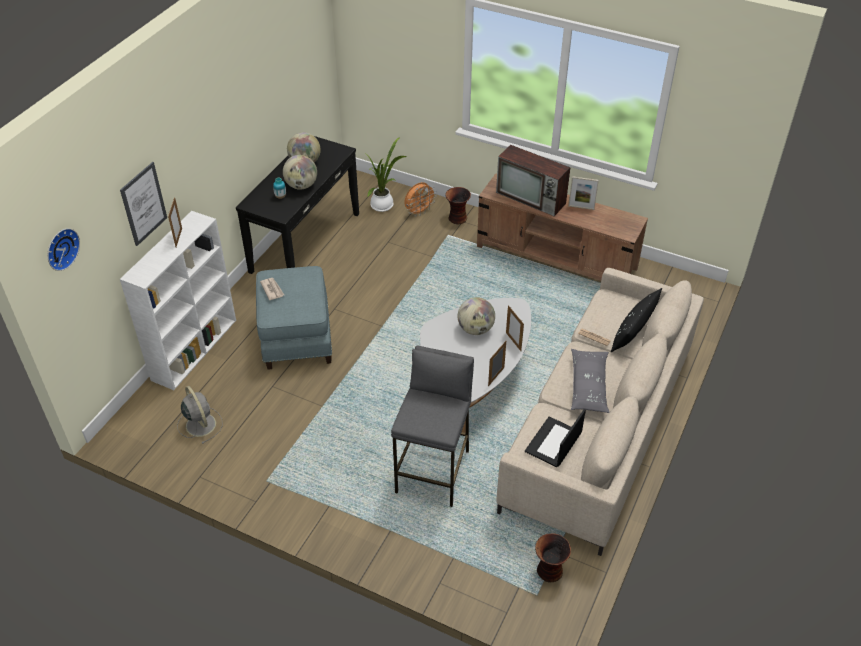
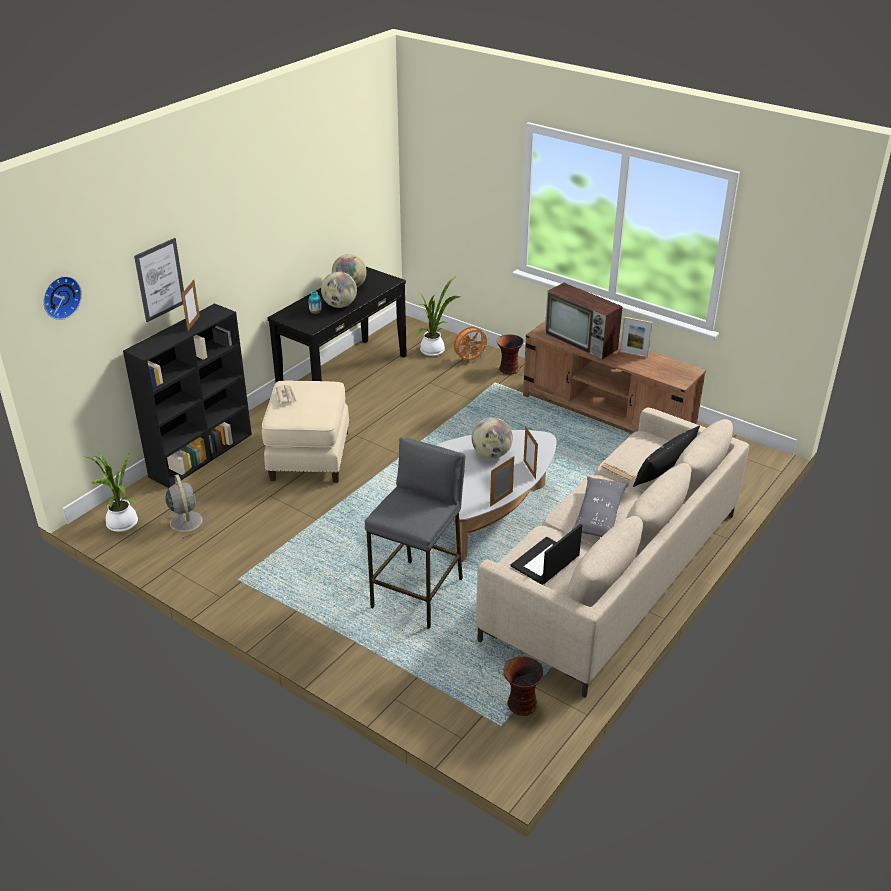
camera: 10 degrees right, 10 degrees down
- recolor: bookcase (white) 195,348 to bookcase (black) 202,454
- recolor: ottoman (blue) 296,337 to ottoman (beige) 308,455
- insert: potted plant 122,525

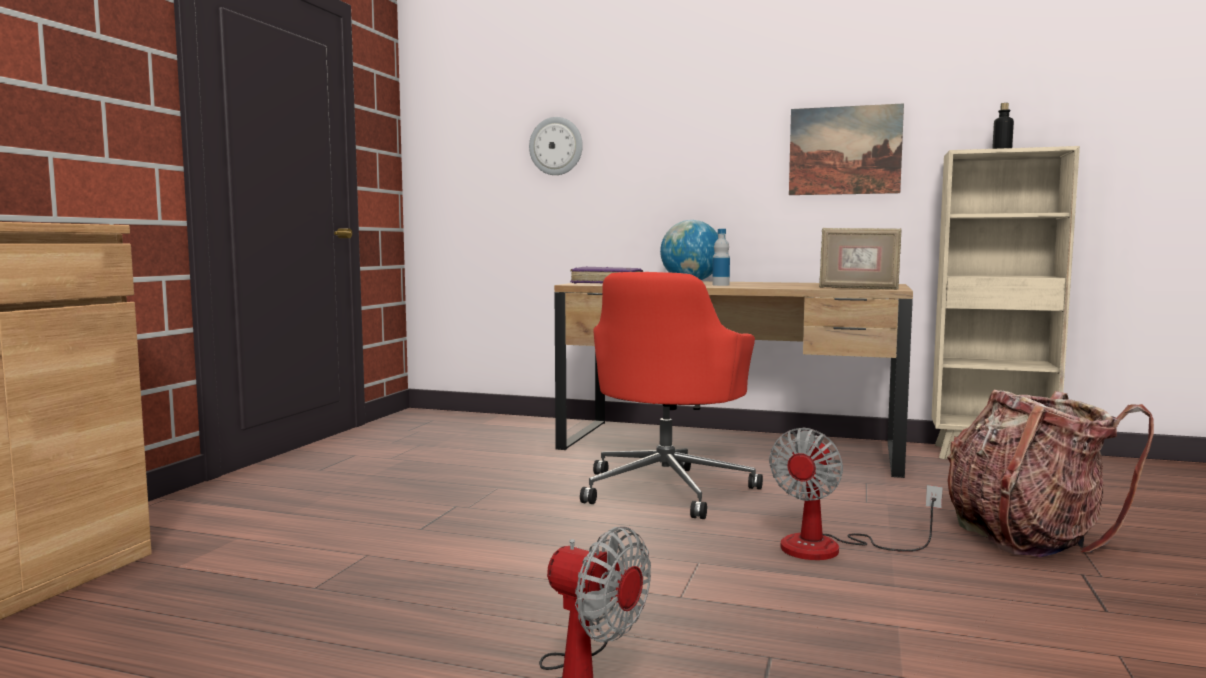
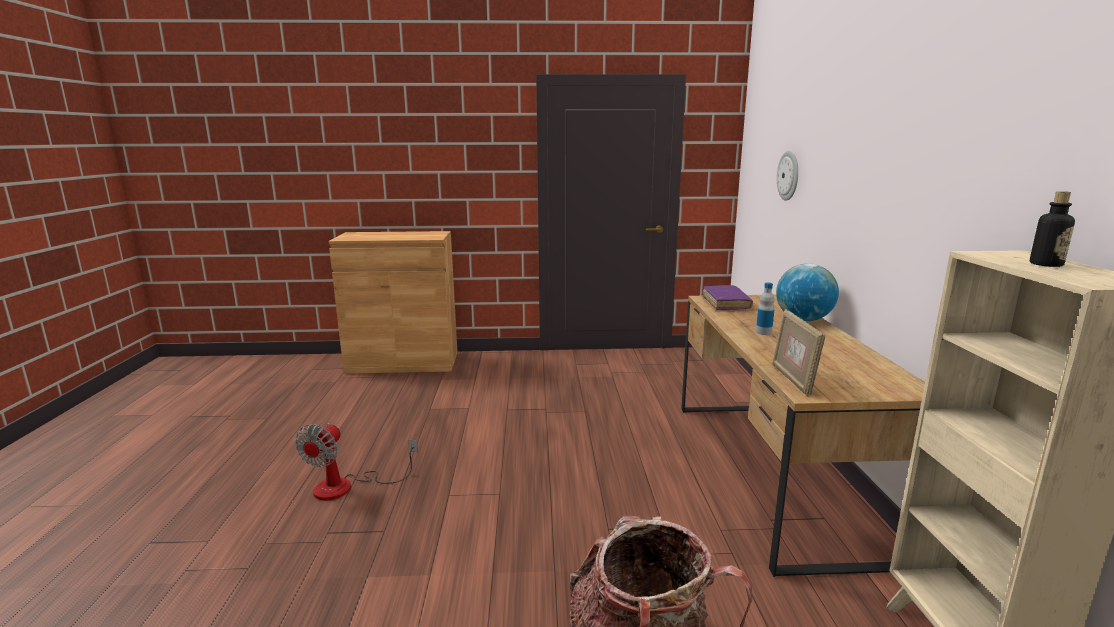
camera: 70 degrees right, 10 degrees up
- delete: picture 844,150
- delete: office chair (red) 667,489
- delete: fan 831,548

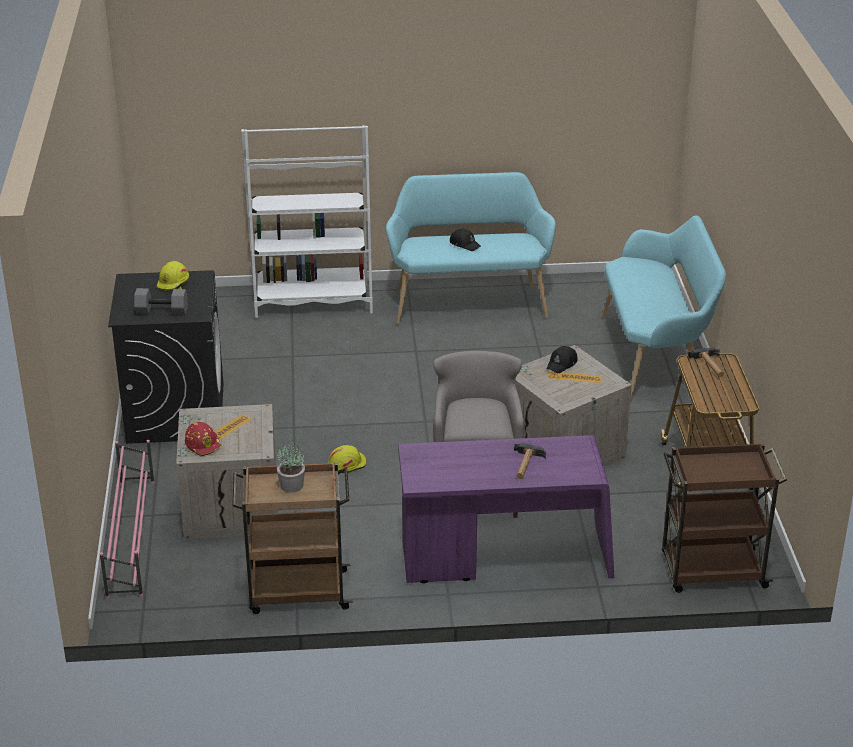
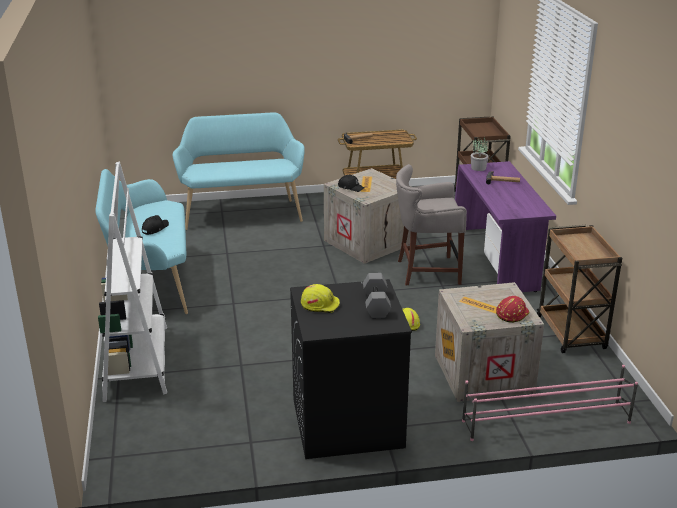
camera: 95 degrees left, 5 degrees down
- move: potted plant 292,485 to 478,168

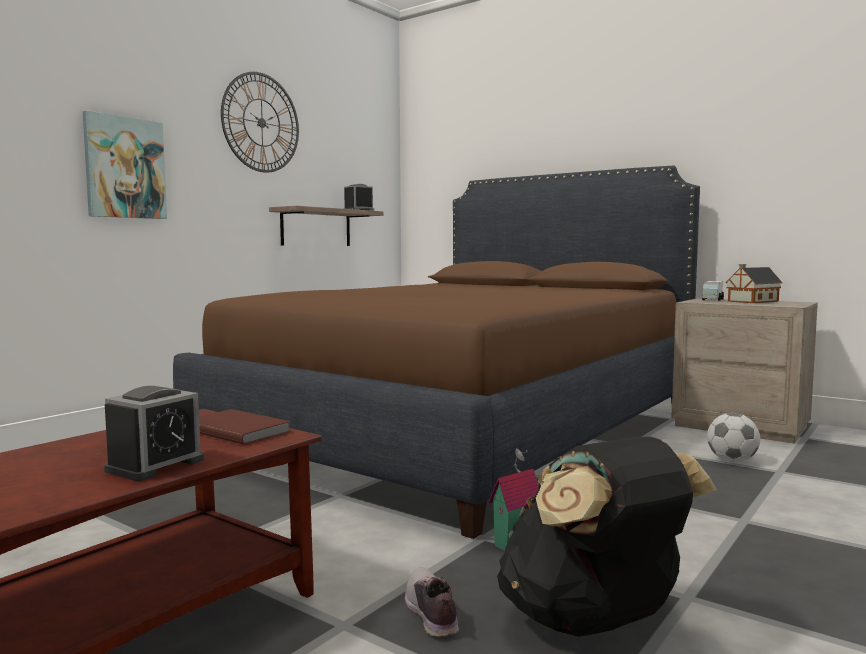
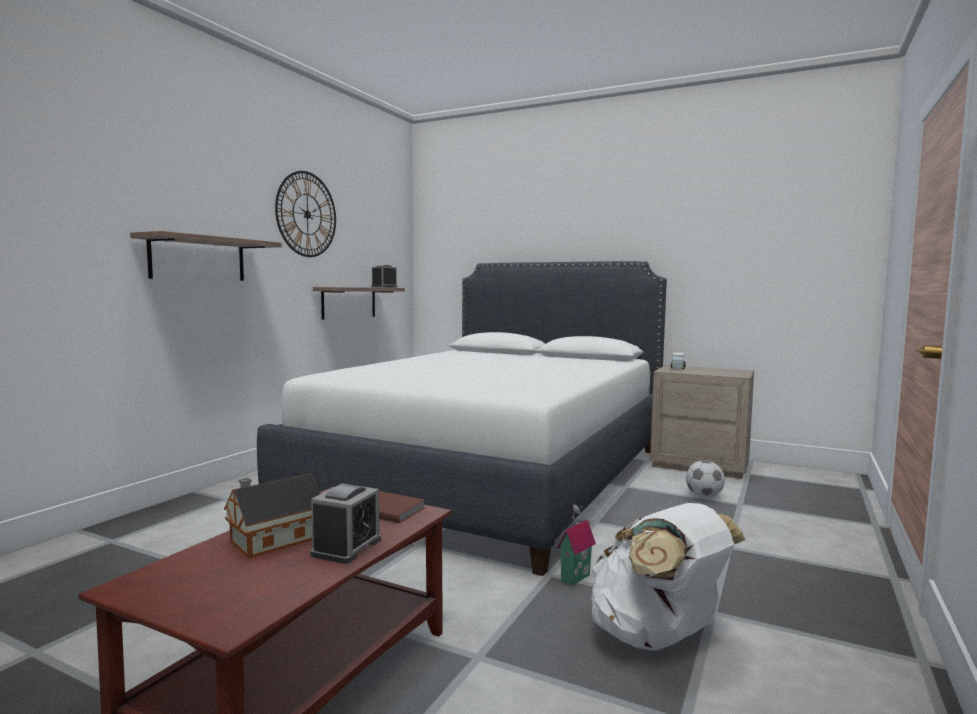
camera: 10 degrees left, 0 degrees up
- replace: picture 125,168 to shelf 198,259
- recolor: bed (brown) 465,429 to bed (white) 493,476
- move: toy house 751,301 to 272,540
- recolor: backpack (black) 594,622 to backpack (white) 657,638
- delete: shoe 430,613

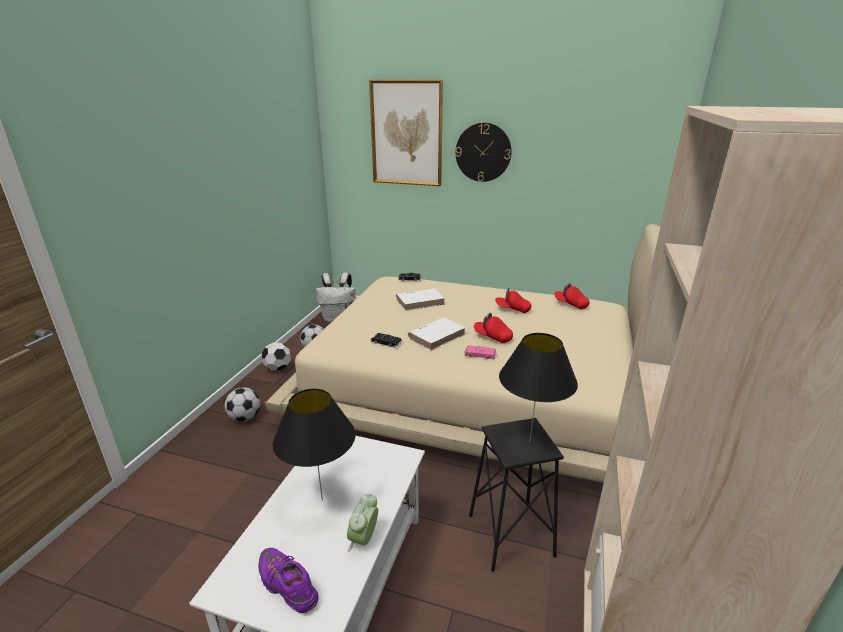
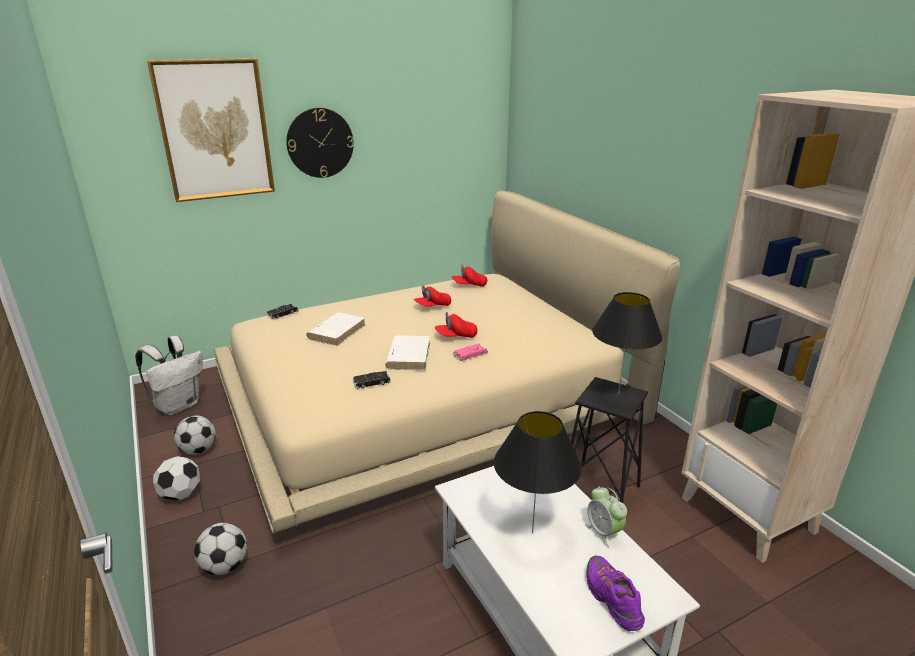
camera: 45 degrees left, 0 degrees up
- rotate: shoe (purple) 287,586 = 612,599 75 degrees clockwise

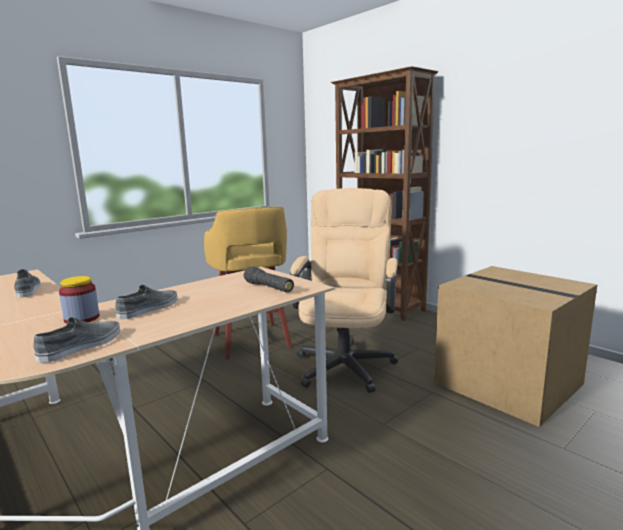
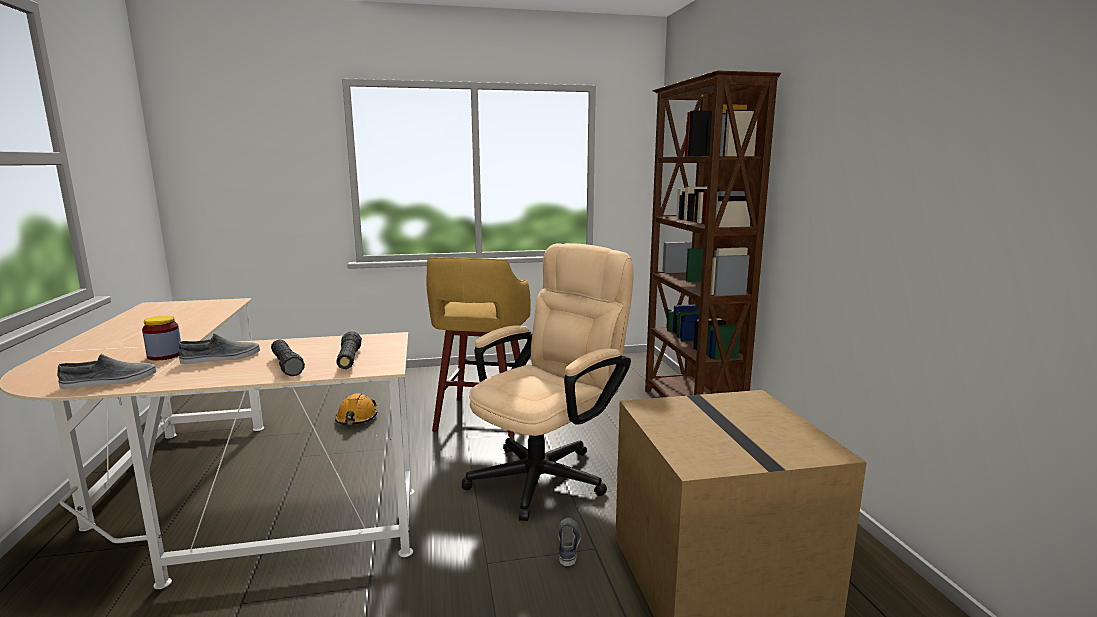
camera: 30 degrees right, 0 degrees up
- move: shoe (grey) 28,289 to 568,544
- insert: flashlight (black) 287,365
- insert: hard hat (orange) 356,419

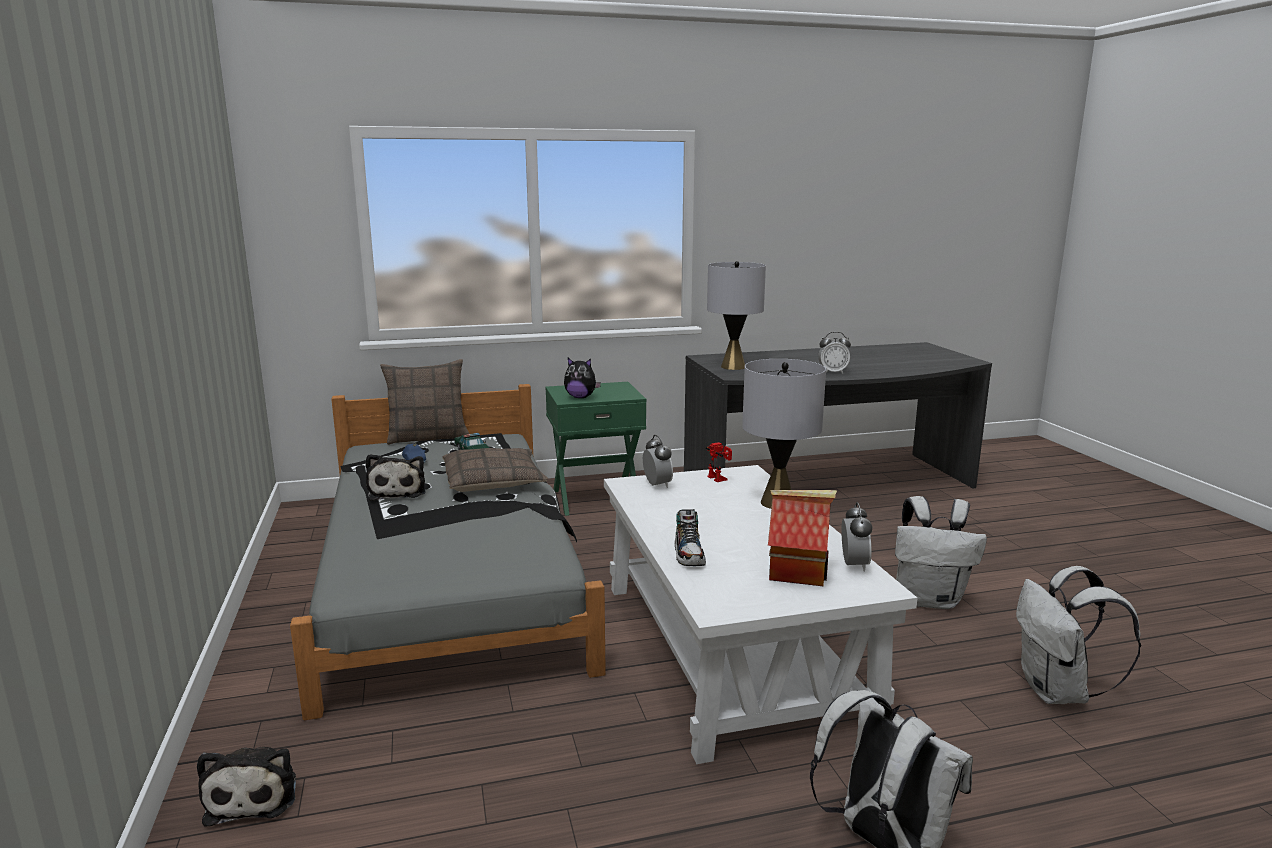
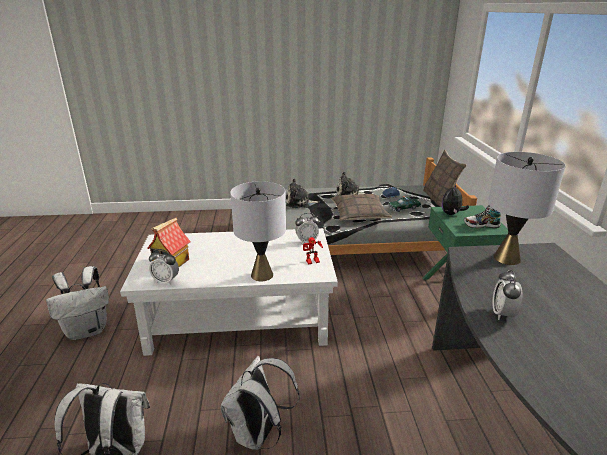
camera: 100 degrees right, 10 degrees up
- move: shoe 689,555 to 481,225
- move: plush toy 254,795 to 300,203

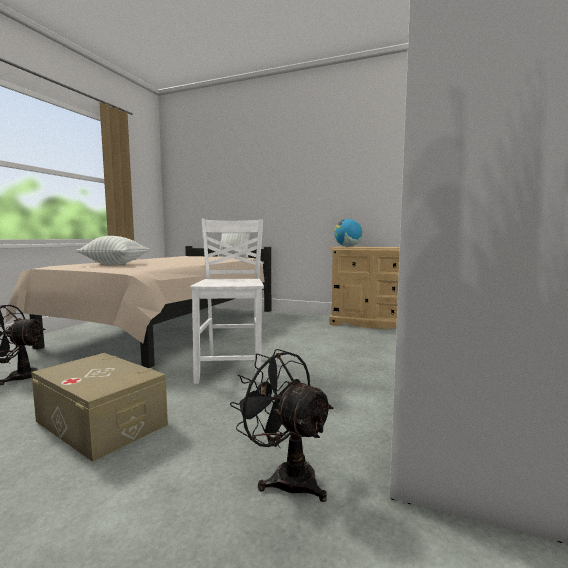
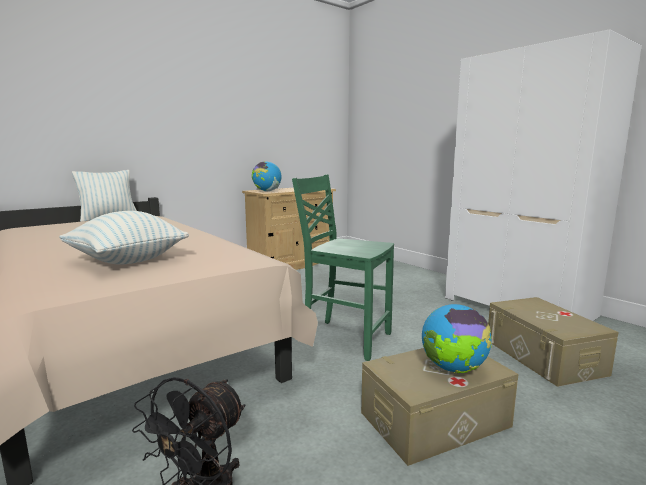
camera: 60 degrees left, 5 degrees up
- recolor: chair (white) 232,369 to chair (green) 344,338
- replace: fan (black) 286,476 to storage box (beige) 543,356
- insert: globe 453,369

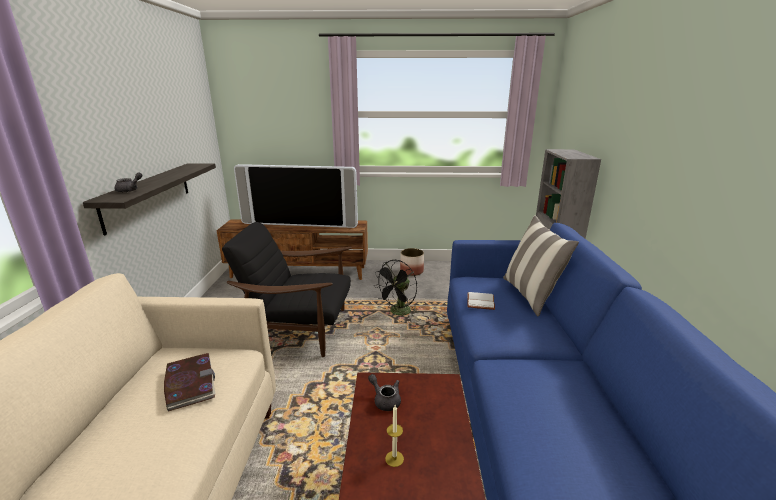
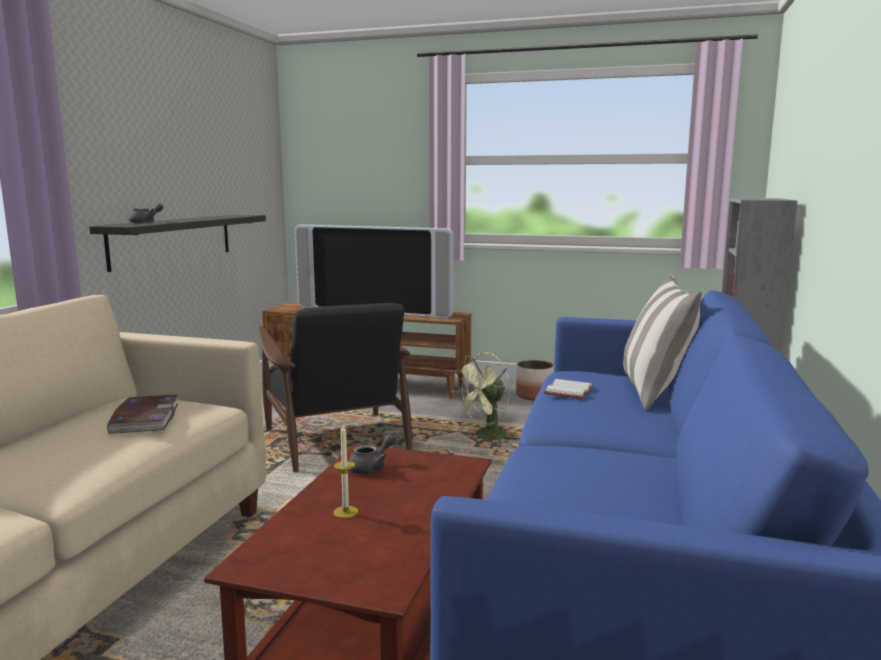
camera: 15 degrees right, 10 degrees down
- rotate: armchair (black) 299,329 = 336,439 135 degrees counterclockwise
- recolor: fan (black) 398,313 to fan (green) 486,437
- rotate: teapot (grey) 385,400 = 371,468 75 degrees clockwise

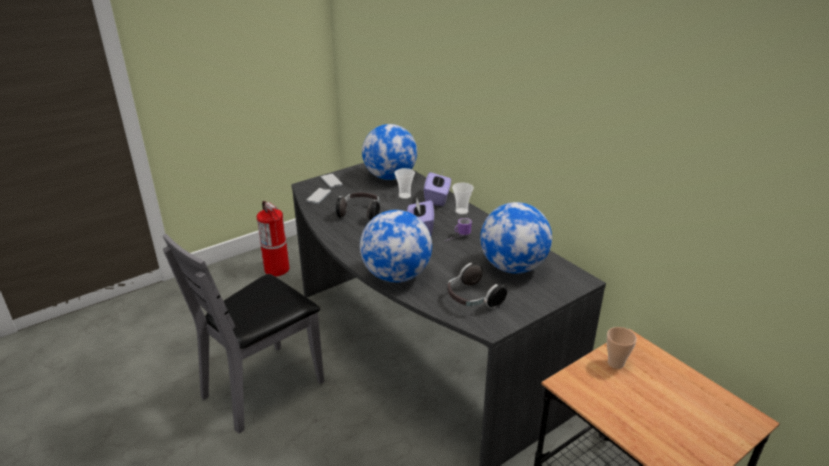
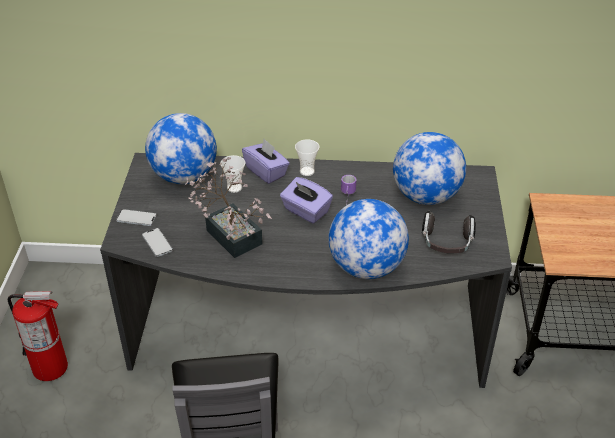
camera: 50 degrees left, 10 degrees up
- replace: headphones 360,213 to potted plant 231,233
- delete: cup 615,363

